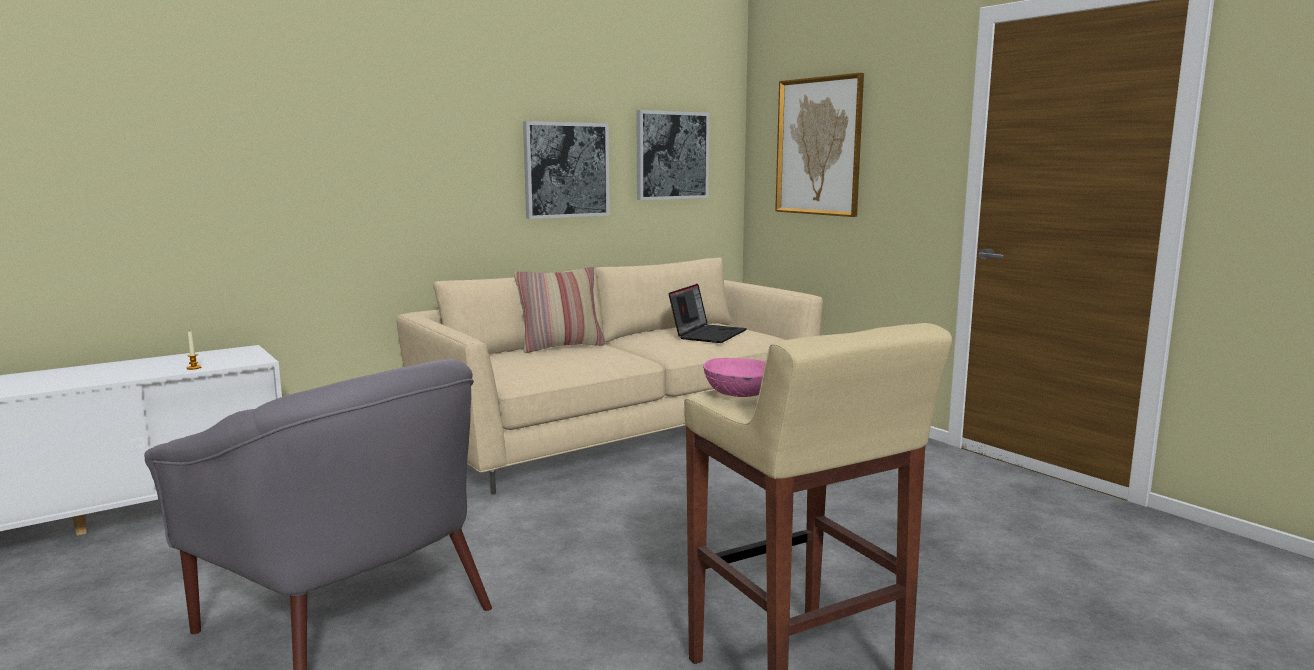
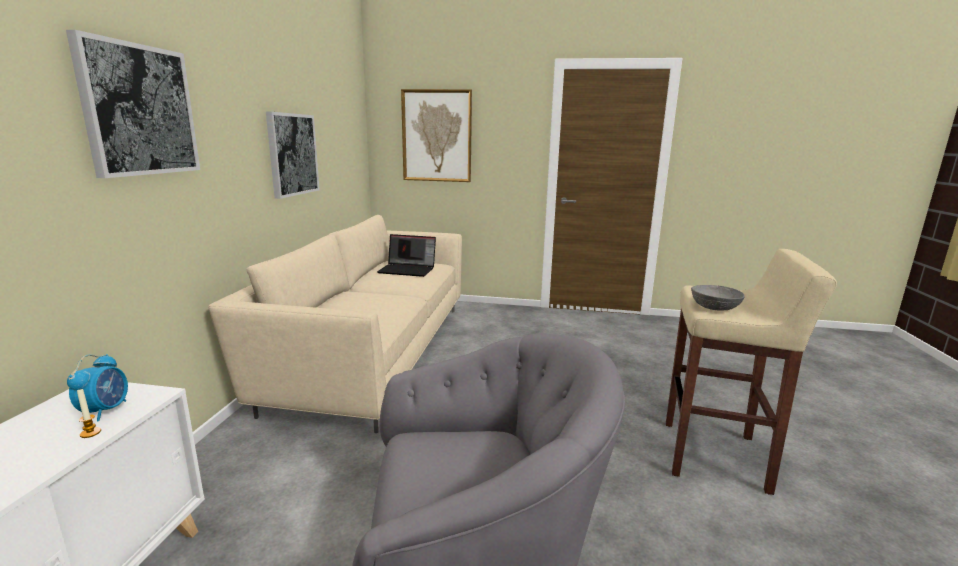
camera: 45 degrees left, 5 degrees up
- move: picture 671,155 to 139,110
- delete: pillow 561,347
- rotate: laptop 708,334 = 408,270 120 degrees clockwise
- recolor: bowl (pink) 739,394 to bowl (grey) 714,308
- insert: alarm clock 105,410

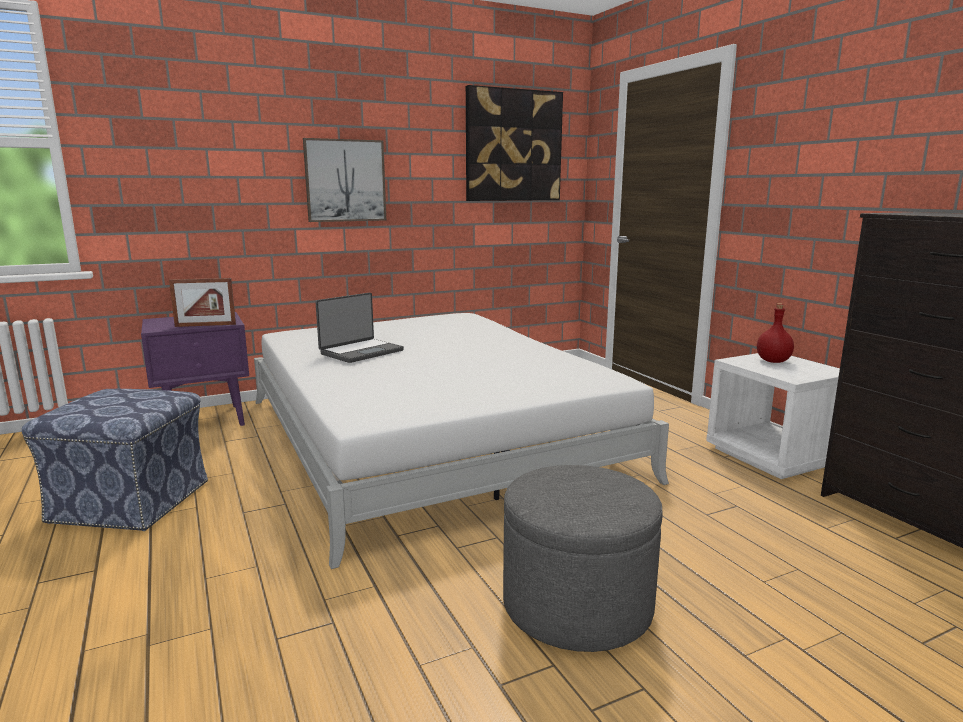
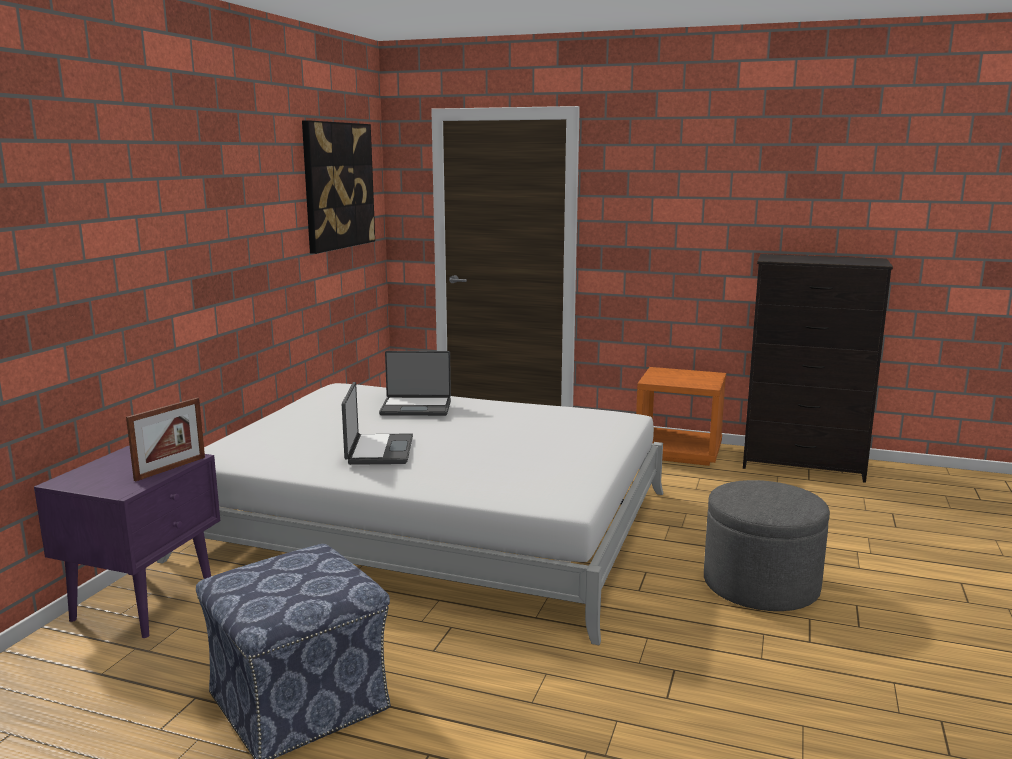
camera: 45 degrees left, 0 degrees up
- delete: picture 345,180
- delete: bottle (red) 772,361
- recolor: nightstand (white) 772,456 to nightstand (orange) 679,452
- insert: laptop 416,407

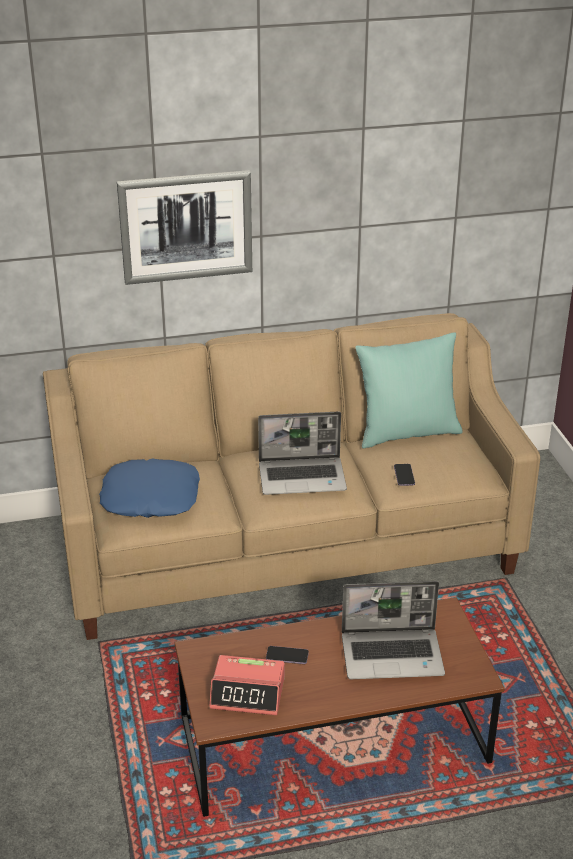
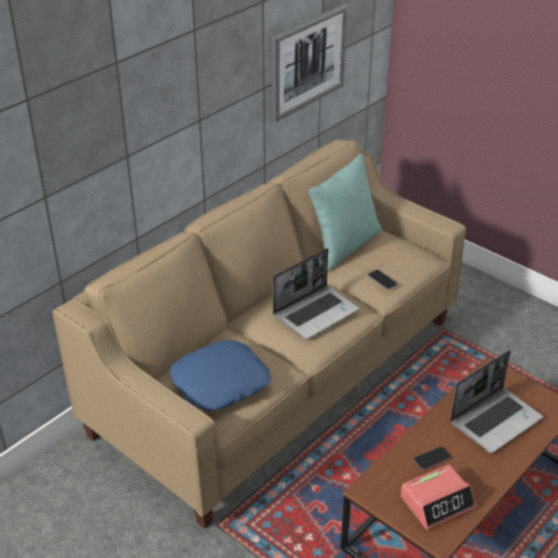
camera: 35 degrees left, 5 degrees up
- move: picture 186,227 to 308,62

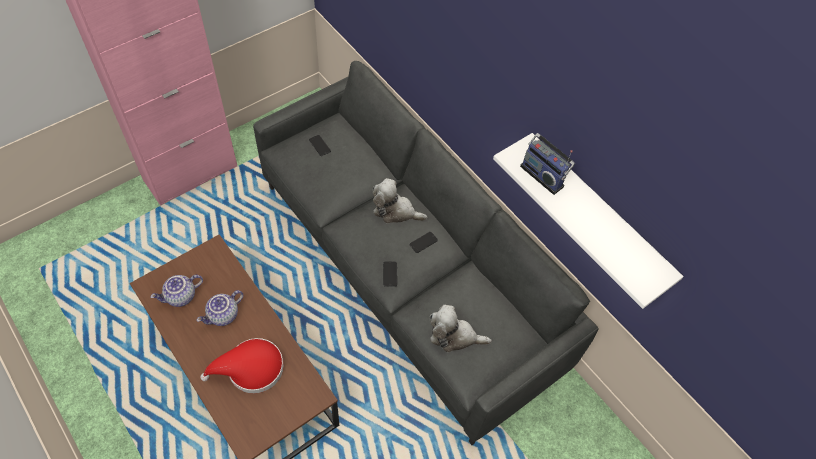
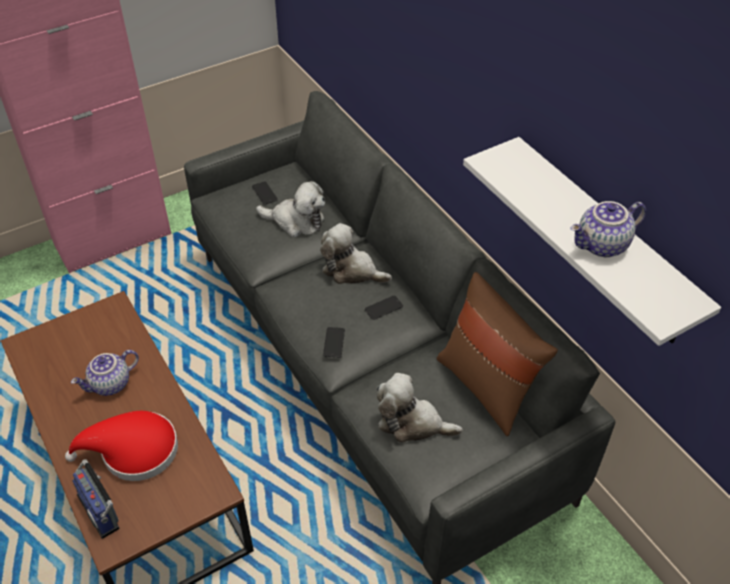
camera: 10 degrees right, 10 degrees down
- move: radio 543,175 to 101,510
- move: teapot 181,297 to 602,246
- insert: plush toy 296,221
- insert: pillow (brown) 487,387

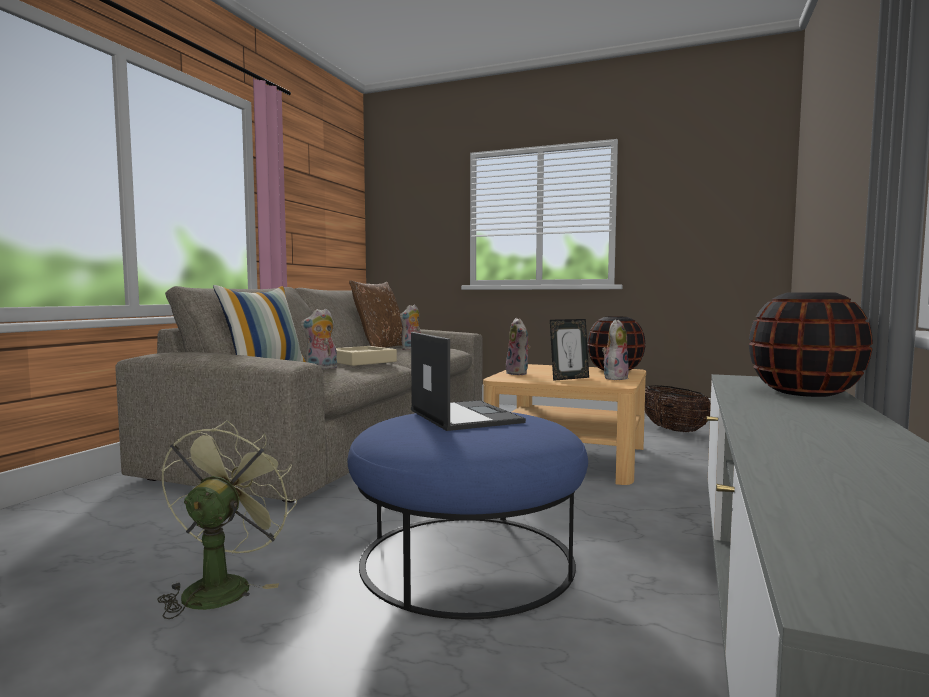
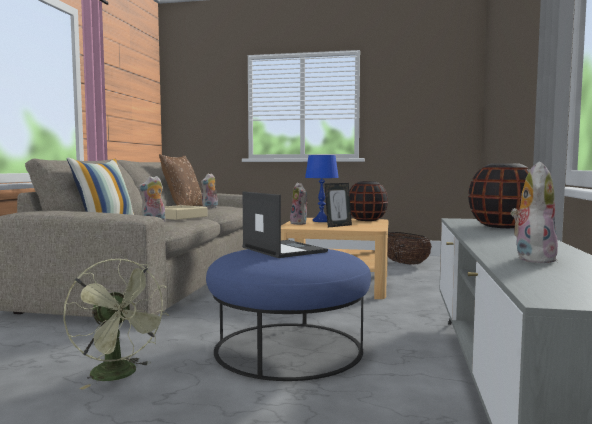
camera: 10 degrees left, 0 degrees up
- move: plush toy 614,378 to 532,258
- rotate: fan (green) 222,586 = 120,375 135 degrees clockwise
- insert: table lamp (blue) 321,221

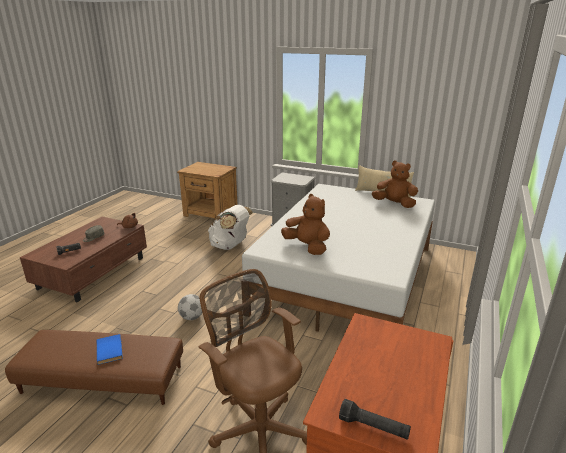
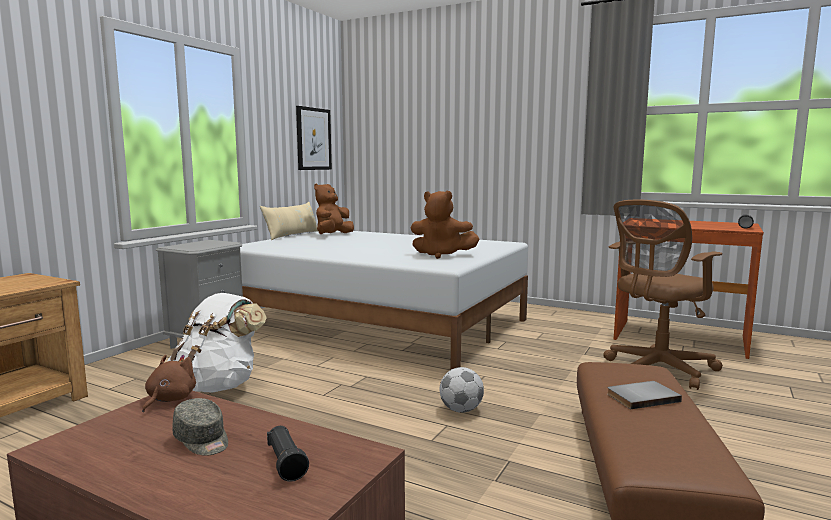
camera: 85 degrees left, 15 degrees down
- rotate: plush toy (brown) 307,247 = 441,255 120 degrees counterclockwise
- recolor: book (blue) 111,350 to book (grey) 641,397
- insert: picture 313,139

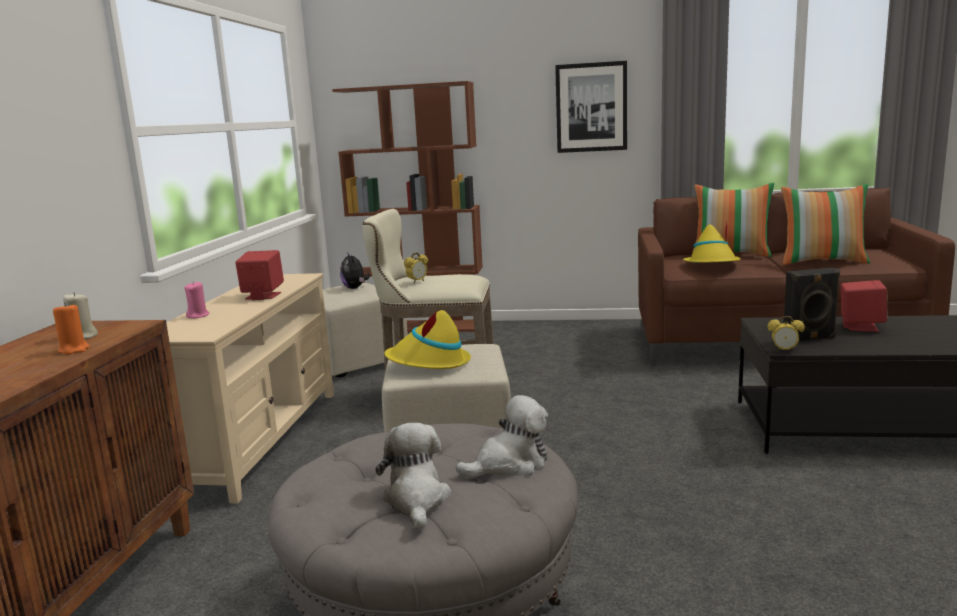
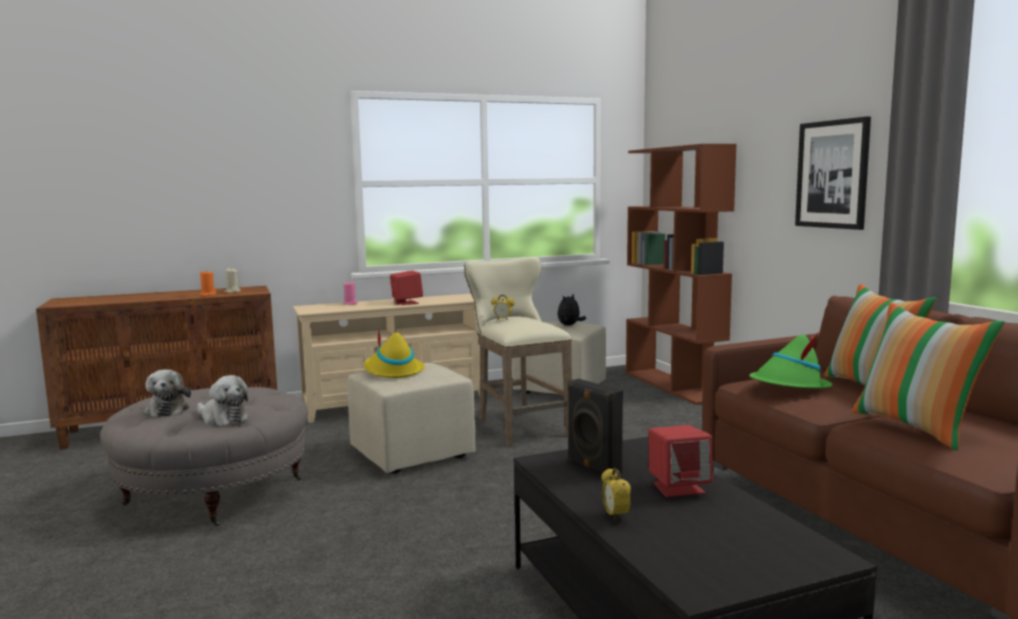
camera: 60 degrees right, 5 degrees down
- recolor: hat (yellow) 712,265 to hat (green) 789,387
- move: alarm clock 784,351 to 615,516
- rotate: plush toy 416,500 = 168,410 105 degrees clockwise

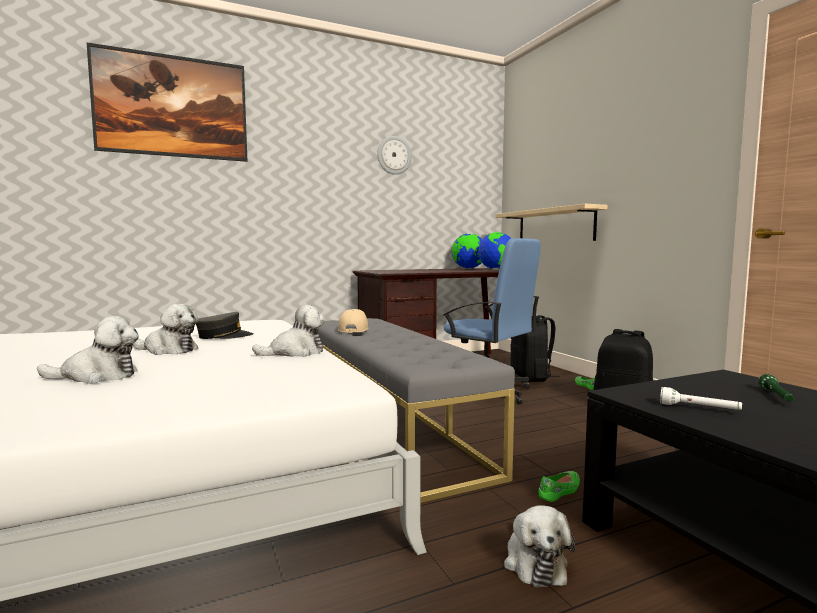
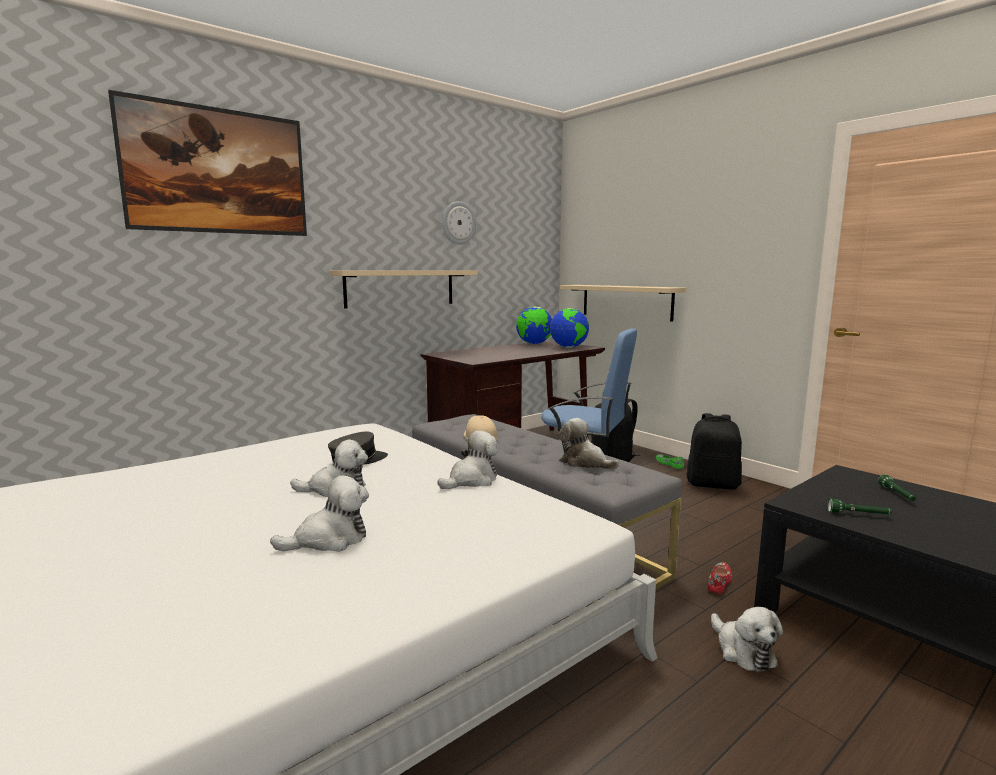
camera: 15 degrees left, 5 degrees up
- recolor: flashlight (white) 699,409 to flashlight (green) 858,514
- recolor: shoe (green) 560,491 to shoe (red) 719,582
- insert: shelf (beige) 400,288
- insert: plush toy 584,462

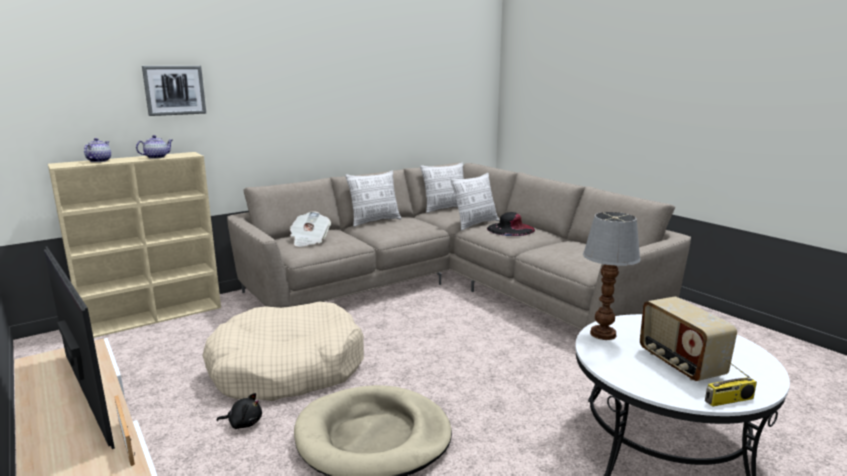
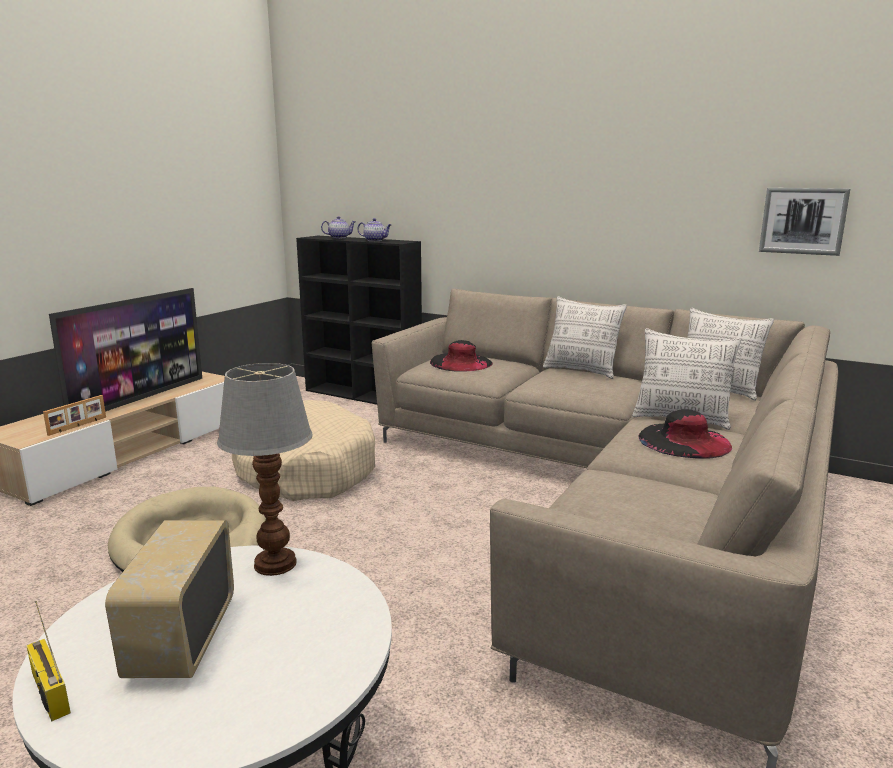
camera: 65 degrees right, 0 degrees up
- move: picture 174,90 to 803,221
- recolor: bookcase (beige) 154,316 to bookcase (black) 364,395
- replace: newspaper 309,240 to hat (black) 461,362
- rotate: radio 679,363 = 181,639 45 degrees counterclockwise
- delete: plush toy (black) 243,423

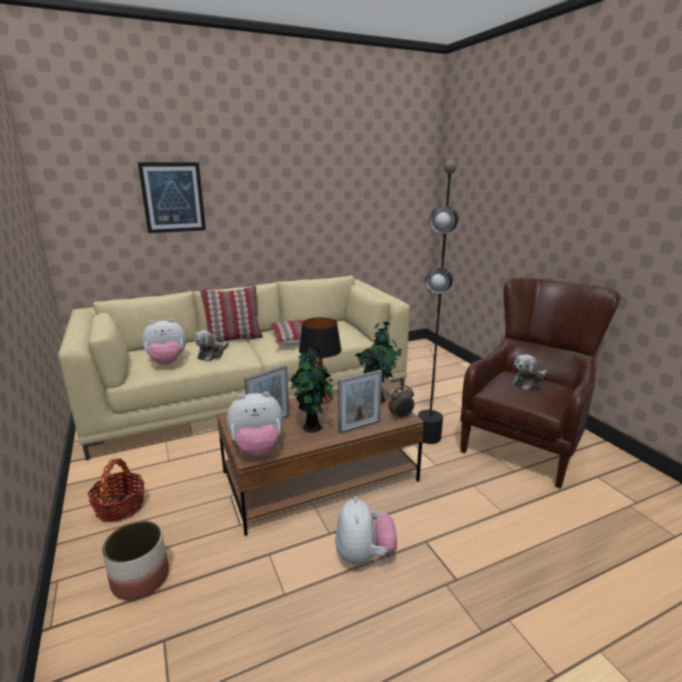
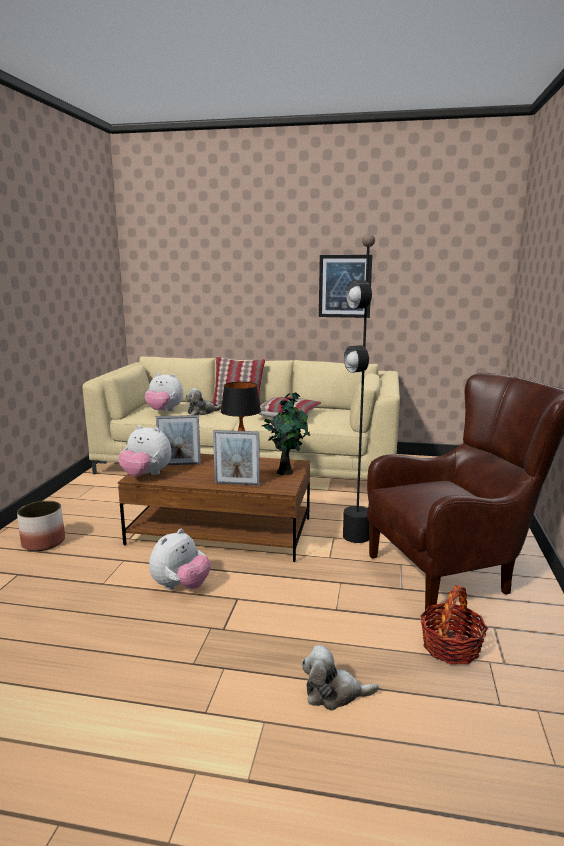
camera: 35 degrees right, 5 degrees down
- move: picture 173,197 to 345,286
- delete: potted plant 313,428
- move: plush toy 529,383 to 334,693
- delete: alarm clock 401,417
- move: basket 120,507 to 450,647

